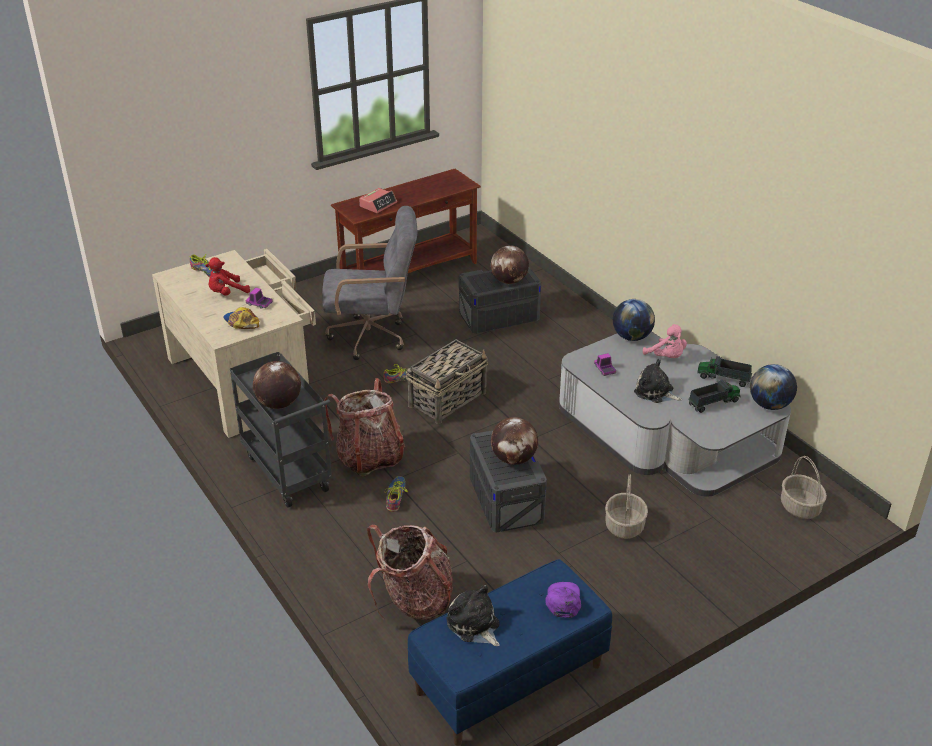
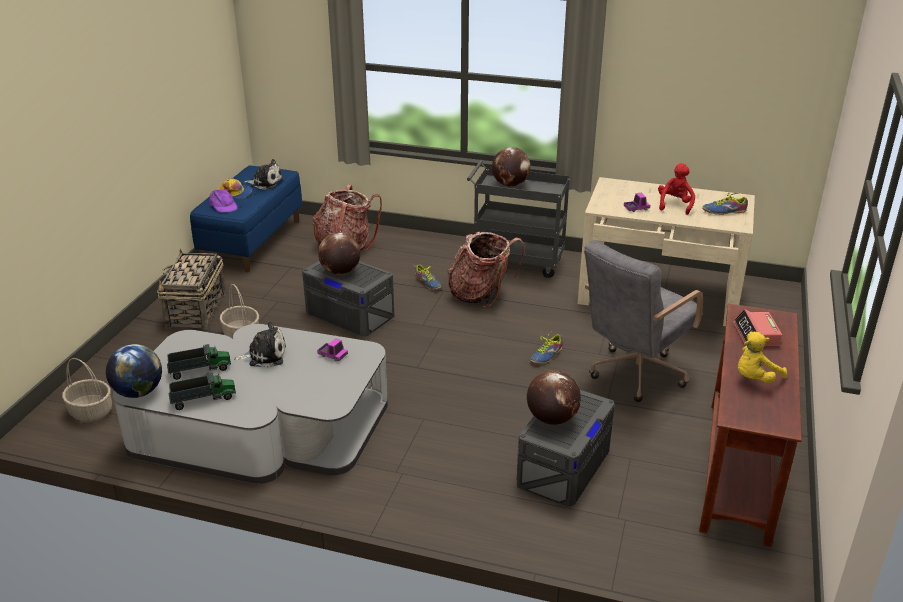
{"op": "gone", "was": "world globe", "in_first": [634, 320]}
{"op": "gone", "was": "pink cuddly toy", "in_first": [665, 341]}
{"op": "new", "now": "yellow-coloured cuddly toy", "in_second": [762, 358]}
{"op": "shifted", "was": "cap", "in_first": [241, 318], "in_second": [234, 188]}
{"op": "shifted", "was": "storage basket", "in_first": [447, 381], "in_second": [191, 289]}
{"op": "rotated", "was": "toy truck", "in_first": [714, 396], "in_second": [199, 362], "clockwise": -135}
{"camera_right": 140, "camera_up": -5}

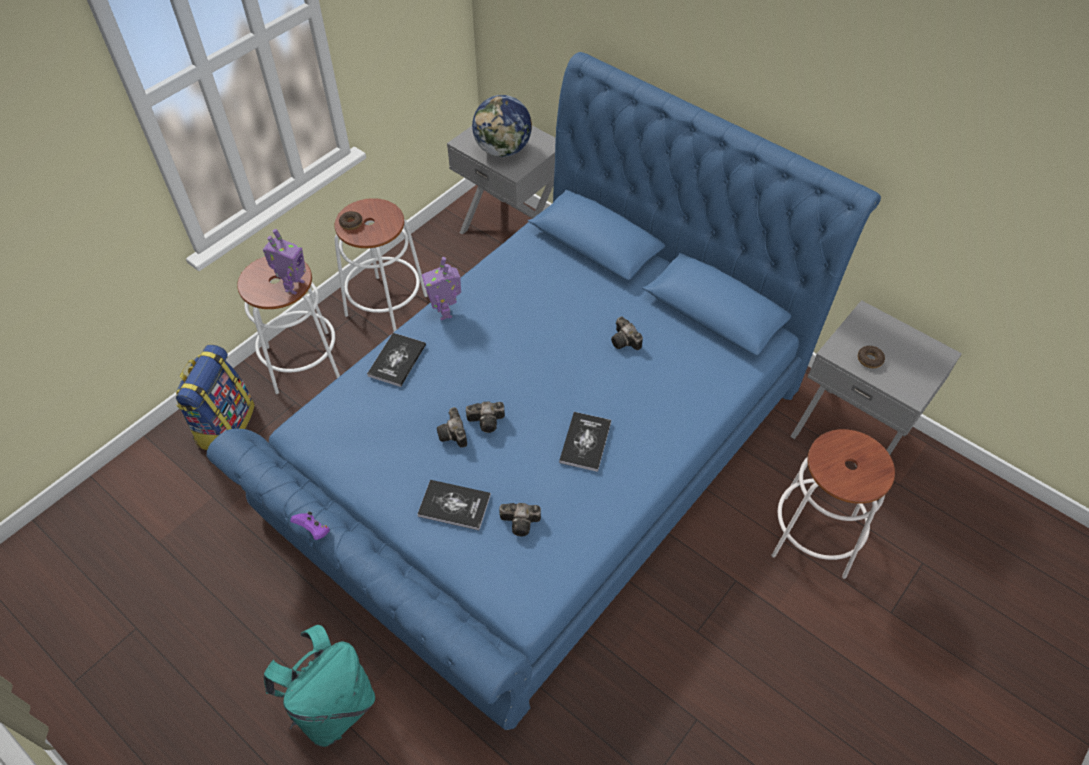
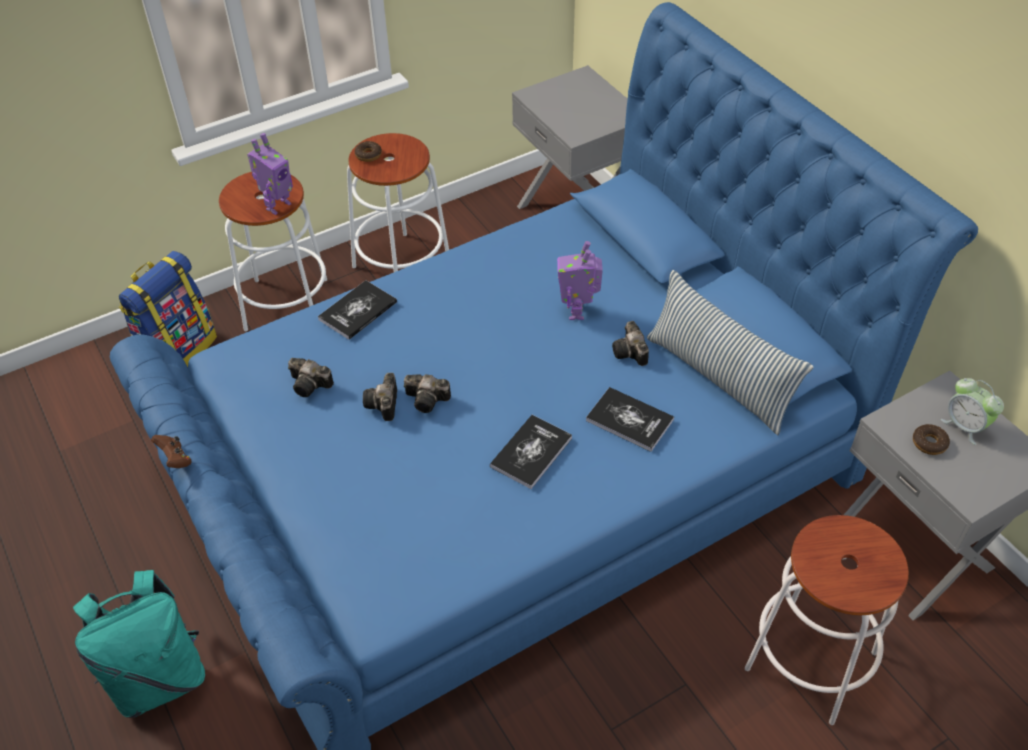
{"op": "gone", "was": "world globe", "in_first": [502, 126]}
{"op": "new", "now": "cushion", "in_second": [730, 352]}
{"op": "new", "now": "alarm clock", "in_second": [972, 411]}
{"op": "shifted", "was": "book", "in_first": [454, 505], "in_second": [630, 419]}
{"op": "shifted", "was": "toy robot", "in_first": [441, 288], "in_second": [580, 280]}
{"op": "shifted", "was": "photo camera", "in_first": [520, 520], "in_second": [311, 377]}
{"op": "repainted", "was": "purple joypad", "now": "brown joypad", "in_first": [310, 525], "in_second": [171, 451]}
{"camera_right": 20, "camera_up": -5}

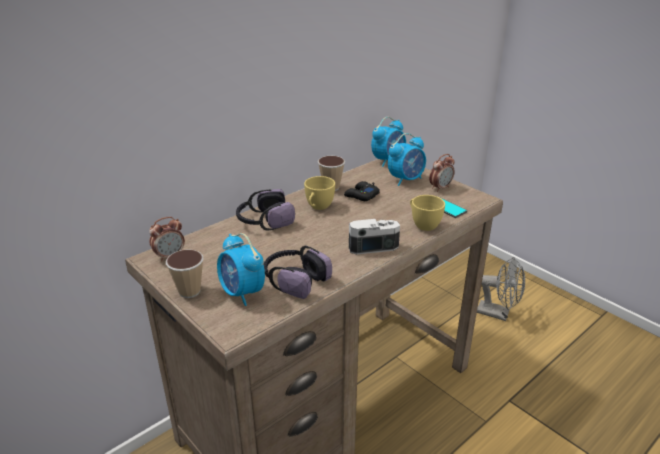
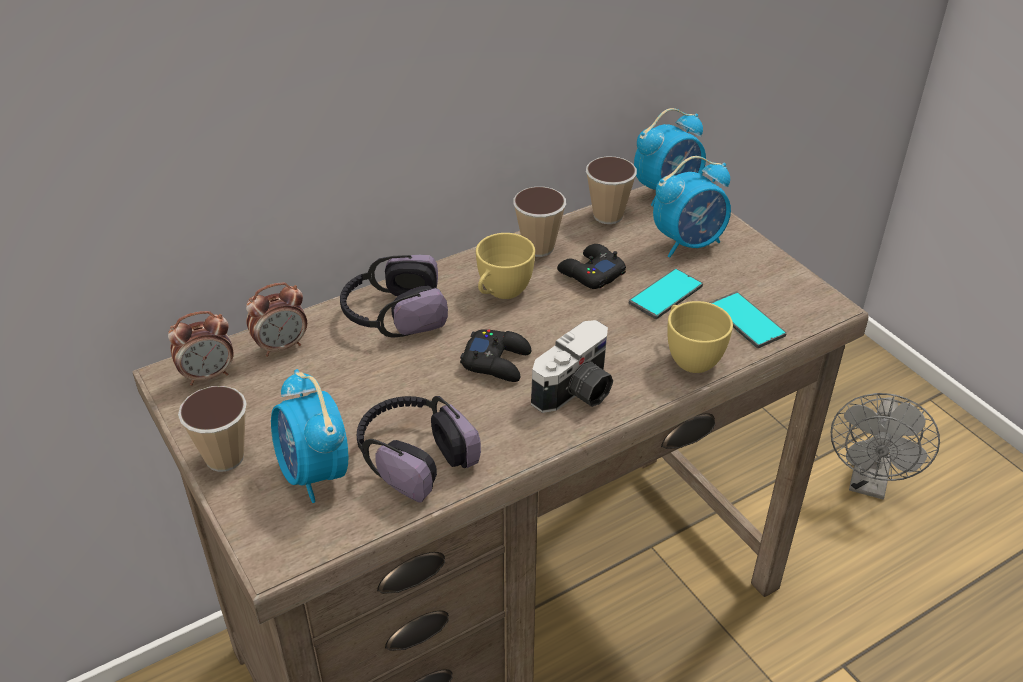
{"op": "new", "now": "black-coloured joypad", "in_second": [495, 355]}
{"op": "new", "now": "drinking cup", "in_second": [611, 190]}
{"op": "new", "now": "telephone", "in_second": [666, 293]}
{"op": "shifted", "was": "alarm clock", "in_first": [442, 173], "in_second": [276, 319]}
{"op": "rotated", "was": "photo camera", "in_first": [374, 236], "in_second": [572, 366], "clockwise": 135}
{"op": "rotated", "was": "gray cooling fan", "in_first": [501, 289], "in_second": [885, 446], "clockwise": 75}
{"camera_right": 10, "camera_up": 10}

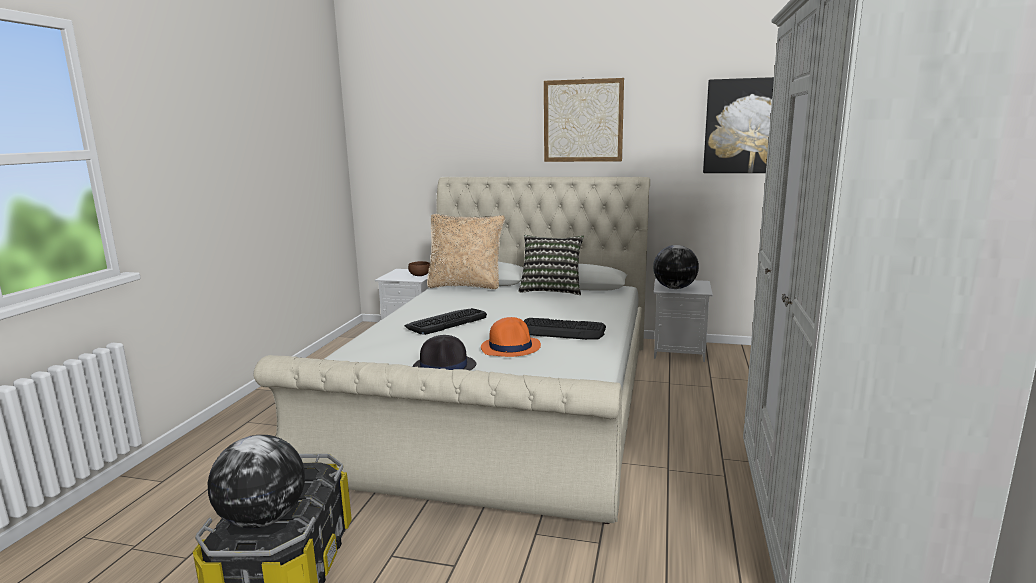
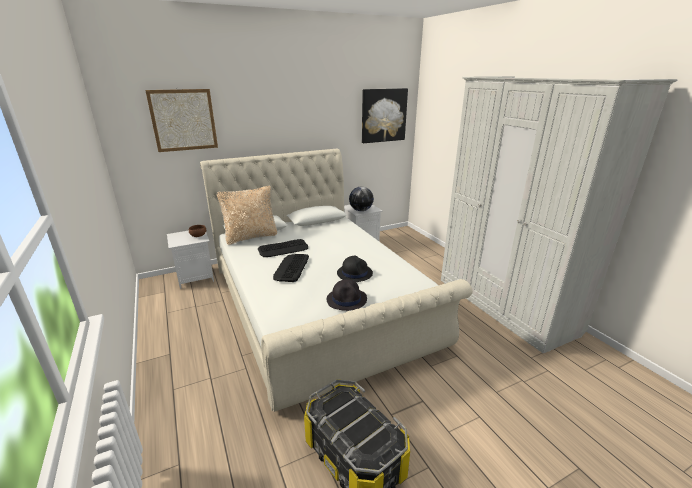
{"op": "gone", "was": "world globe", "in_first": [256, 482]}
{"op": "gone", "was": "cushion", "in_first": [551, 265]}
{"op": "shifted", "was": "PC keyboard", "in_first": [565, 329], "in_second": [283, 248]}
{"op": "shifted", "was": "wall art", "in_first": [584, 119], "in_second": [181, 120]}
{"op": "repainted", "was": "orange hat", "now": "black-coloured hat", "in_first": [511, 337], "in_second": [355, 269]}
{"camera_right": -40, "camera_up": 10}

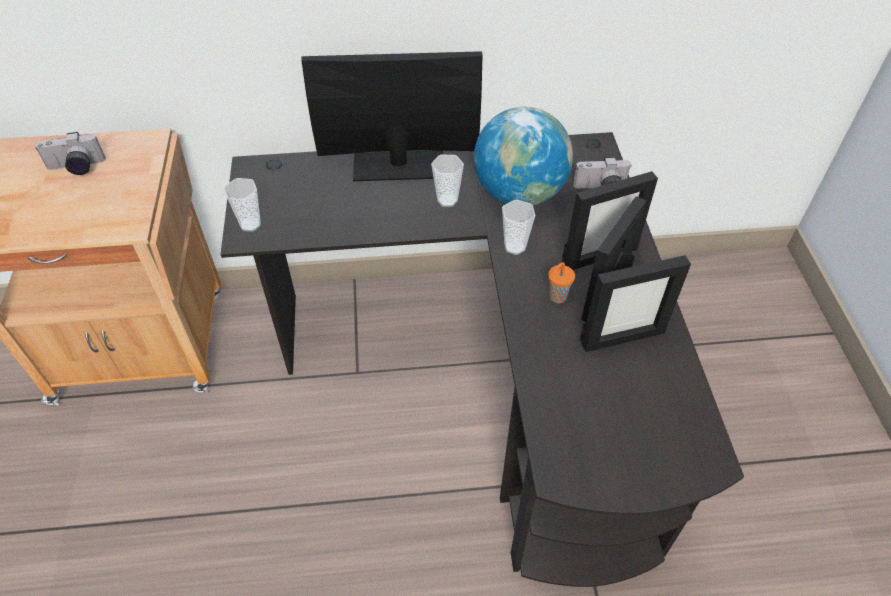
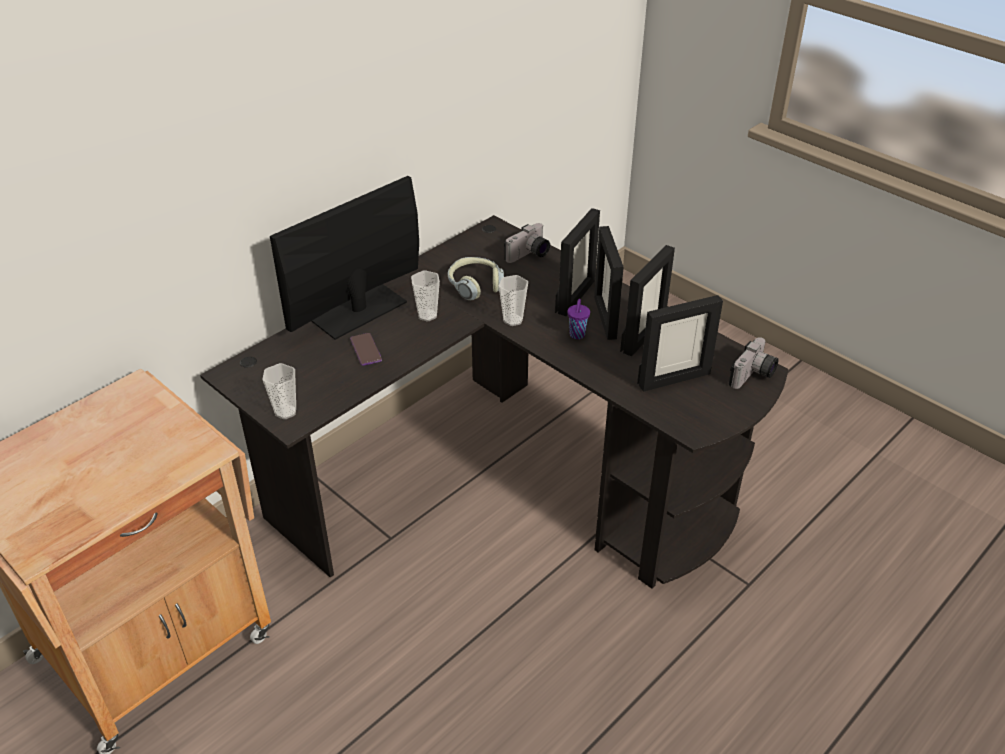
{"op": "new", "now": "telephone", "in_second": [366, 349]}
{"op": "new", "now": "photo frame", "in_second": [680, 343]}
{"op": "shifted", "was": "photo camera", "in_first": [70, 153], "in_second": [754, 363]}
{"op": "swapped", "was": "world globe", "now": "headset", "in_first": [523, 156], "in_second": [476, 278]}
{"op": "repainted", "was": "orange drinking cup", "now": "purple drinking cup", "in_first": [561, 283], "in_second": [578, 319]}
{"camera_right": -40, "camera_up": -10}

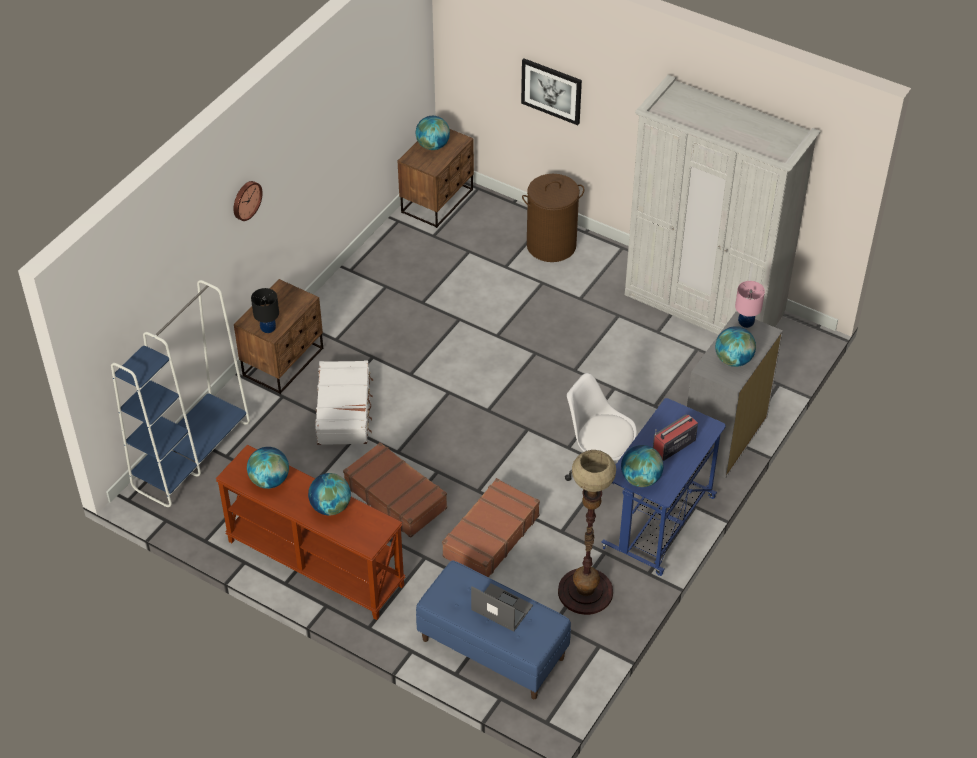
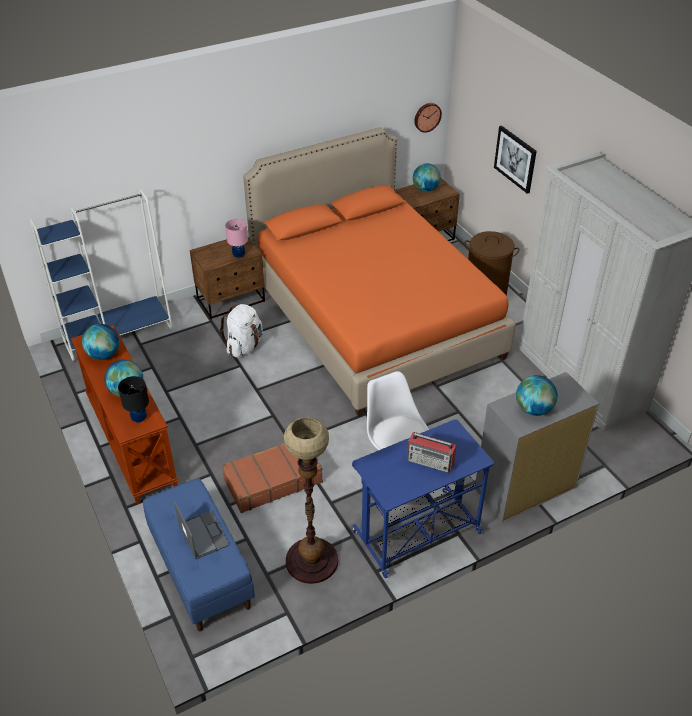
{"op": "gone", "was": "brown piece of luggage", "in_first": [395, 490]}
{"op": "gone", "was": "world globe", "in_first": [642, 466]}
{"op": "new", "now": "orange bedroom bed", "in_second": [379, 272]}
{"op": "shifted", "was": "hanging clock", "in_first": [248, 201], "in_second": [428, 118]}
{"op": "shifted", "was": "black-coloured lamp for a table", "in_first": [265, 310], "in_second": [133, 399]}
{"op": "shifted", "was": "pink lamp for a table", "in_first": [750, 304], "in_second": [236, 238]}
{"op": "swapped", "was": "whitish piece of luggage", "now": "whitish backpack", "in_first": [344, 402], "in_second": [241, 330]}
{"op": "rotated", "was": "radio set", "in_first": [675, 438], "in_second": [432, 452], "clockwise": -150}
{"camera_right": 30, "camera_up": -5}

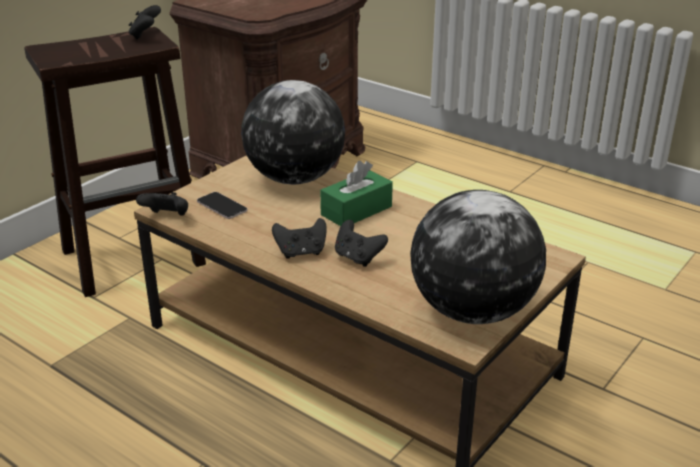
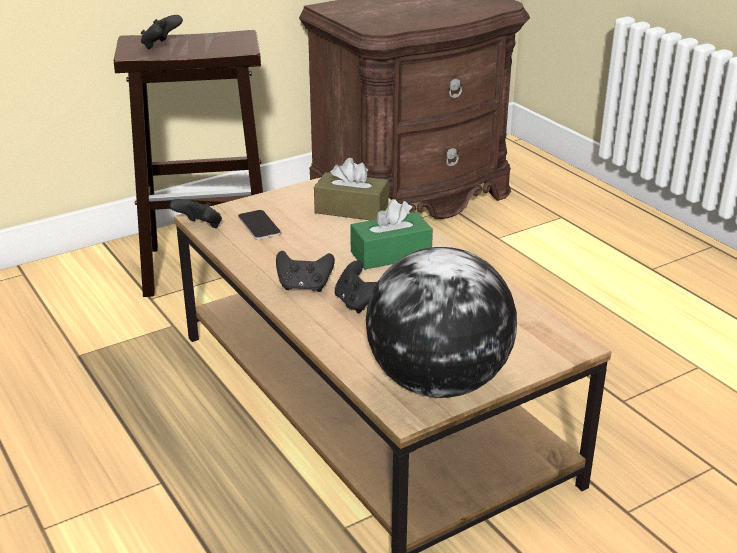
{"op": "shifted", "was": "black-coloured joypad", "in_first": [145, 22], "in_second": [162, 32]}
{"op": "swapped", "was": "world globe", "now": "brown tissue box", "in_first": [293, 132], "in_second": [351, 189]}
{"camera_right": 20, "camera_up": 0}

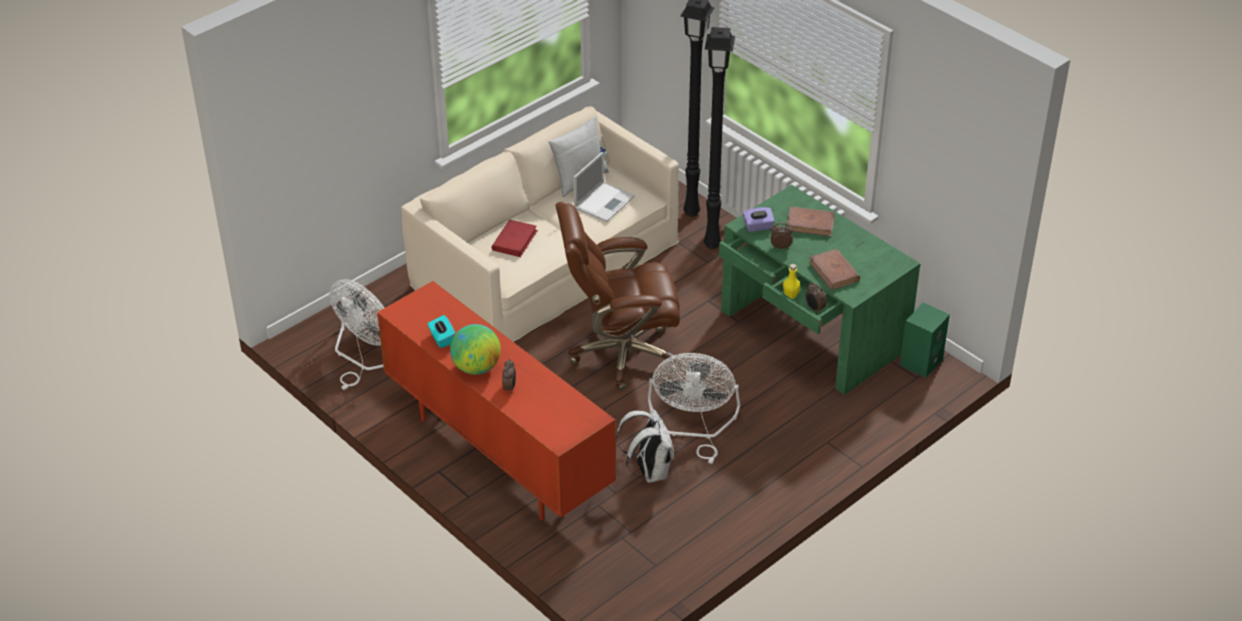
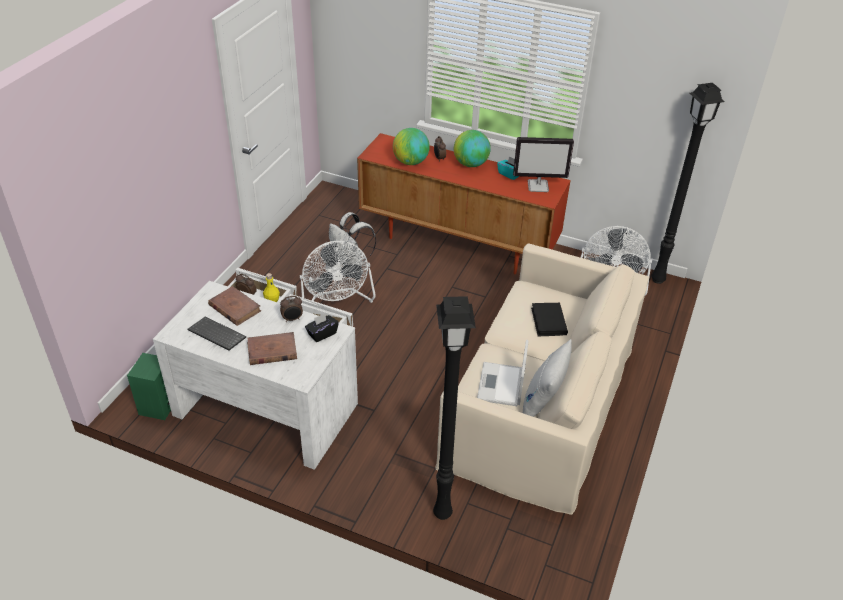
{"op": "gone", "was": "brown office chair", "in_first": [618, 296]}
{"op": "new", "now": "PC keyboard", "in_second": [217, 333]}
{"op": "new", "now": "world globe", "in_second": [411, 146]}
{"op": "new", "now": "monitor", "in_second": [543, 164]}
{"op": "shifted", "was": "black-coloured floor lamp", "in_first": [719, 138], "in_second": [688, 183]}
{"op": "repainted", "was": "red book", "now": "black-coloured book", "in_first": [514, 238], "in_second": [549, 319]}
{"op": "repainted", "was": "green-coloured desk table", "now": "whitish desk table", "in_first": [820, 290], "in_second": [255, 369]}
{"op": "repainted", "was": "purple tissue box", "now": "black-coloured tissue box", "in_first": [758, 219], "in_second": [322, 328]}
{"camera_right": 155, "camera_up": 0}

